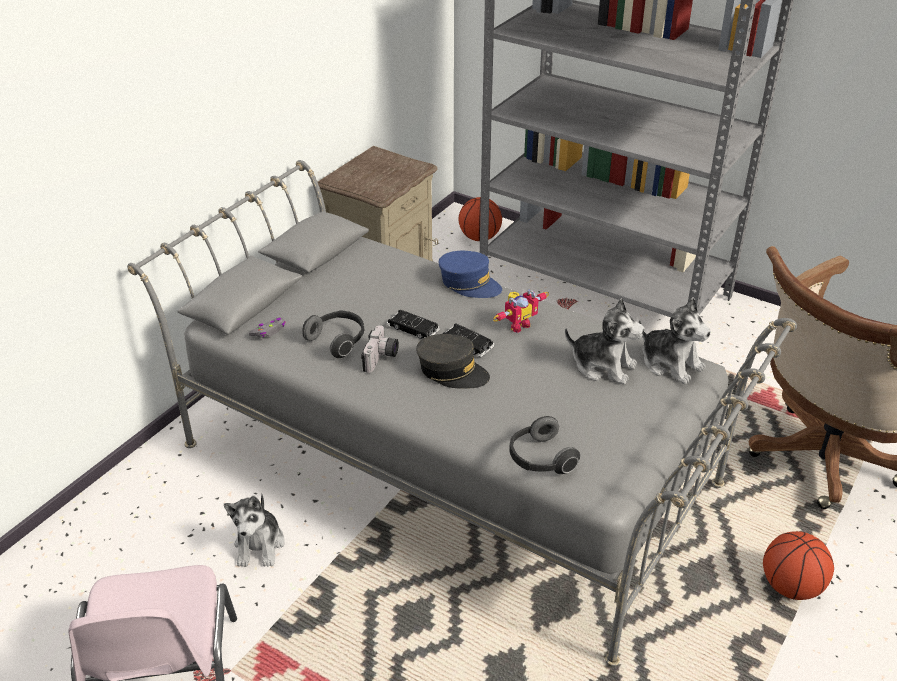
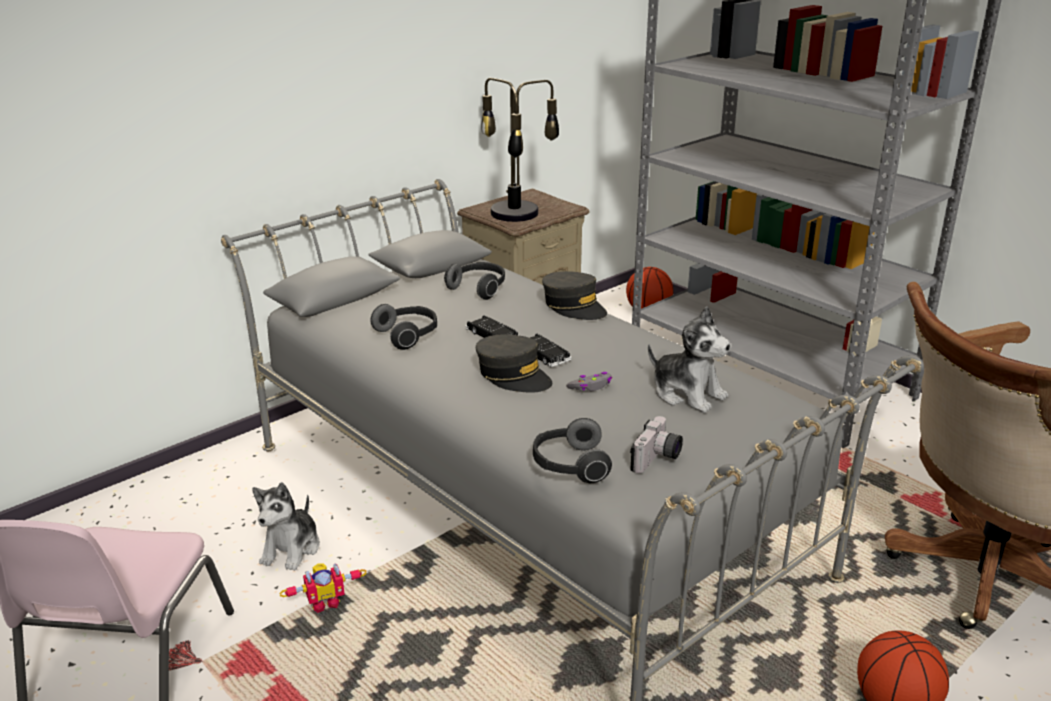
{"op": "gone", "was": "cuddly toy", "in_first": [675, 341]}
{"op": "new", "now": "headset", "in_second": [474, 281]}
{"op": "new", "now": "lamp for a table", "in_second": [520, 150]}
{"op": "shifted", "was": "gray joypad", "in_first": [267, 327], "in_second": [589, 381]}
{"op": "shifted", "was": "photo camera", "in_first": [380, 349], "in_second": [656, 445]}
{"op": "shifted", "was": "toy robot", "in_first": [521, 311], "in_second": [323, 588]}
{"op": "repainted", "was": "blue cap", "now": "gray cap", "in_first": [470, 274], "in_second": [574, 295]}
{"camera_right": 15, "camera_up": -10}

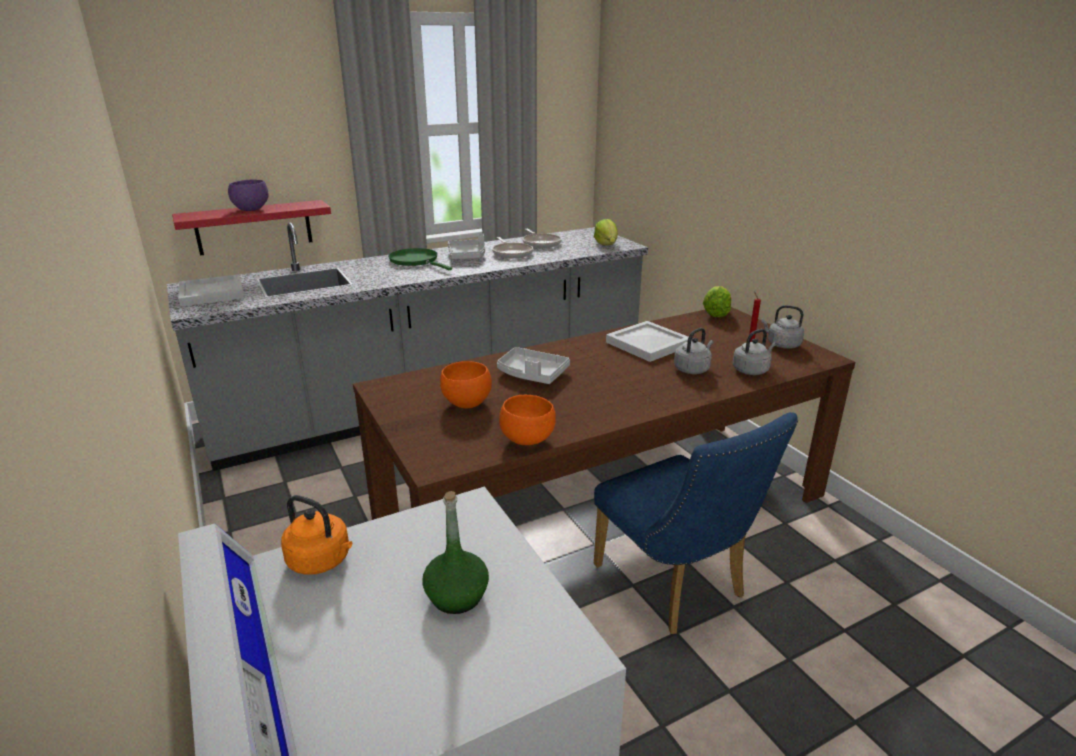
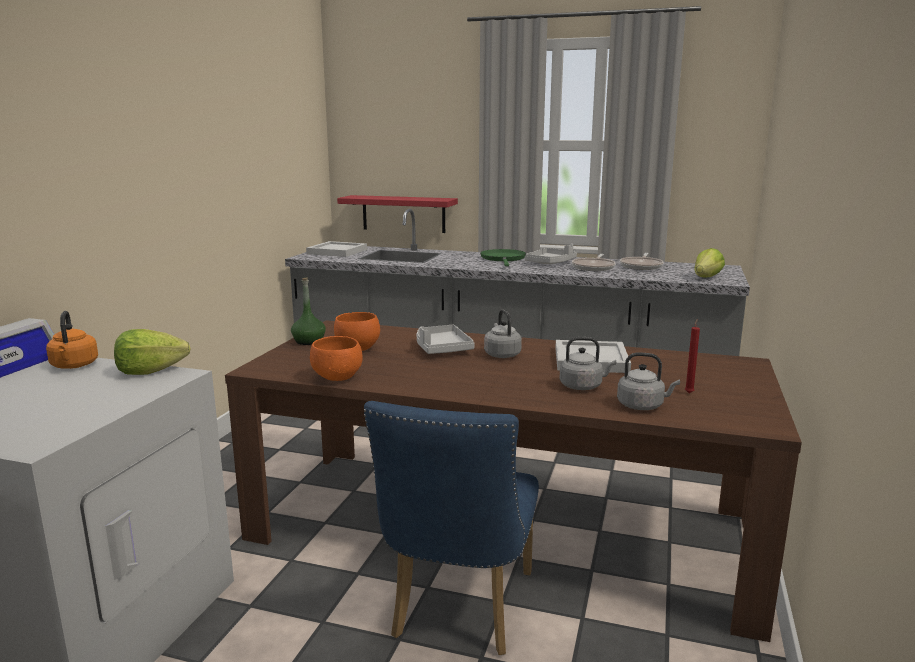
{"op": "gone", "was": "purple bowl", "in_first": [248, 195]}
{"op": "shifted", "was": "green-coloured drink bottle", "in_first": [455, 552], "in_second": [308, 311]}
{"op": "shifted", "was": "head of lettuce", "in_first": [717, 301], "in_second": [152, 352]}
{"op": "shifted", "was": "gray tea kettle", "in_first": [782, 327], "in_second": [503, 334]}
{"camera_right": 45, "camera_up": -10}

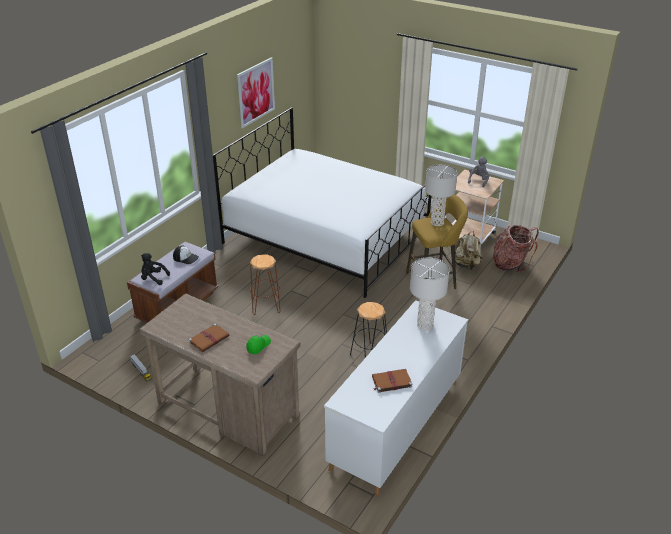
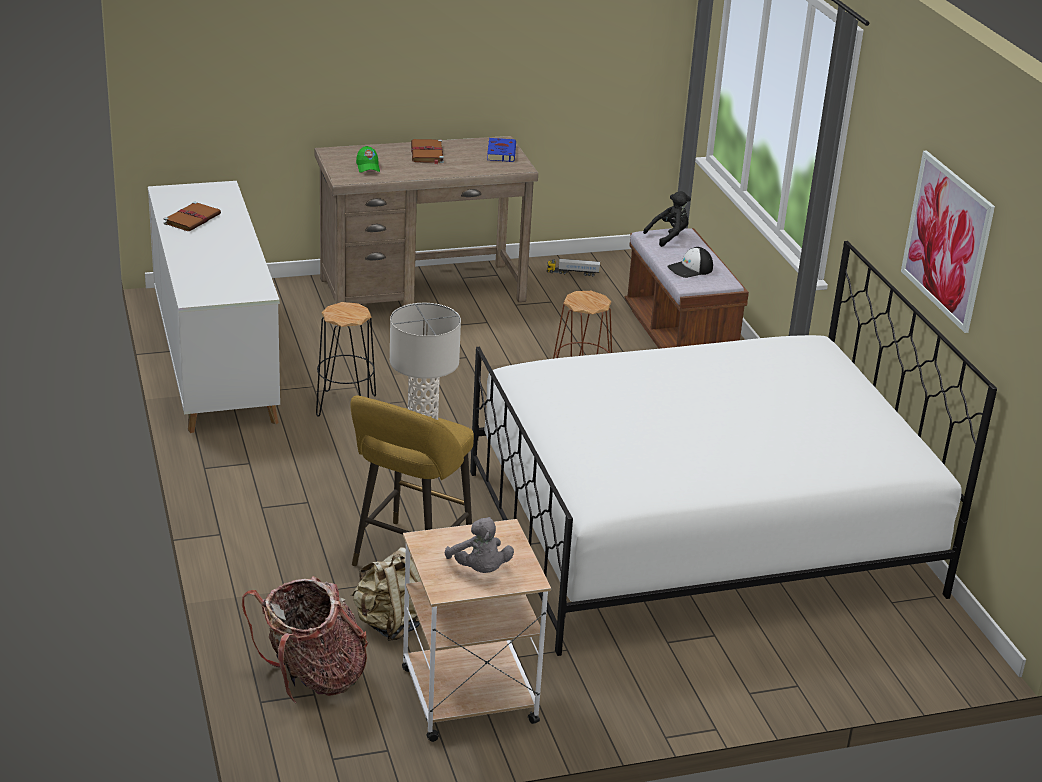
{"op": "gone", "was": "whitish lamp for a table", "in_first": [430, 294]}
{"op": "new", "now": "blue book", "in_second": [501, 150]}
{"camera_right": 130, "camera_up": -5}

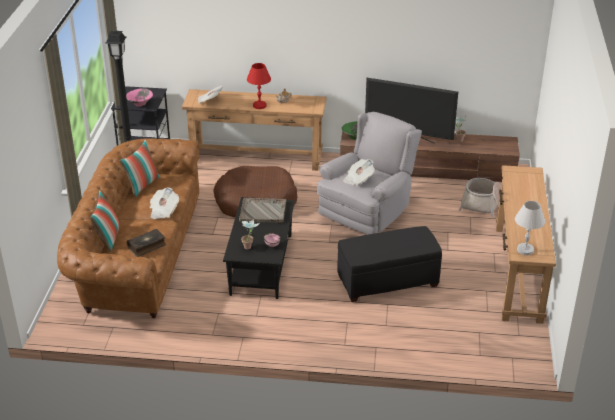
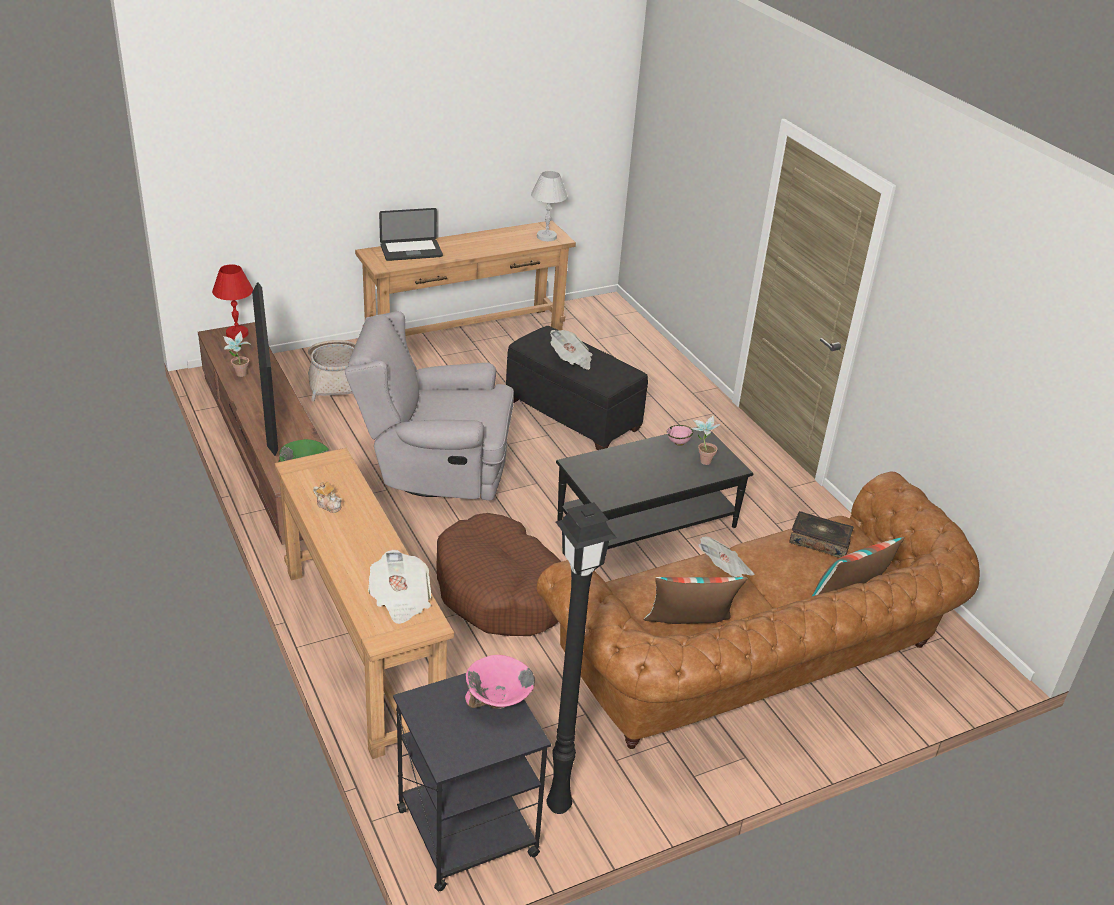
{"op": "gone", "was": "gray carrying tray", "in_first": [262, 210]}
{"op": "new", "now": "portable computer", "in_second": [411, 234]}
{"op": "shifted", "was": "red lamp for a table", "in_first": [259, 86], "in_second": [232, 301]}
{"op": "shifted", "was": "printed paper", "in_first": [359, 172], "in_second": [571, 350]}
{"camera_right": -125, "camera_up": 0}

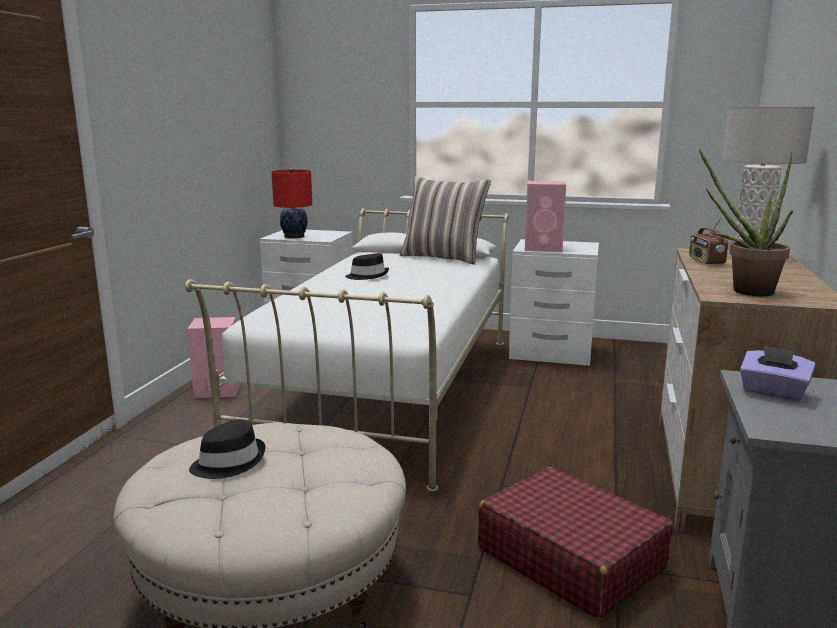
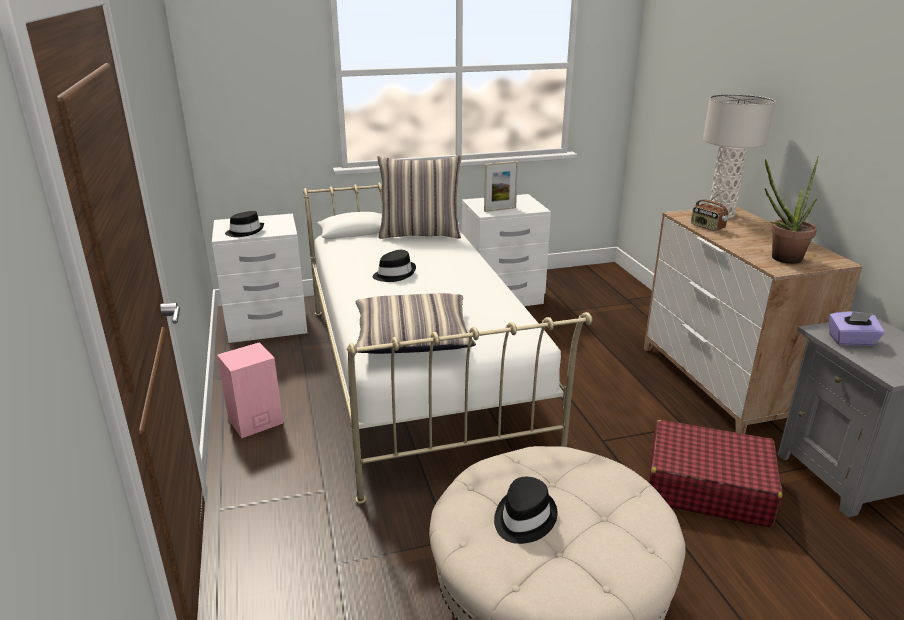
{"op": "new", "now": "cushion", "in_second": [415, 323]}
{"op": "swapped", "was": "red lamp for a table", "now": "black-coloured hat", "in_first": [292, 203], "in_second": [244, 224]}
{"op": "swapped", "was": "pink speaker", "now": "photo frame", "in_first": [545, 216], "in_second": [501, 186]}
{"camera_right": -30, "camera_up": 10}

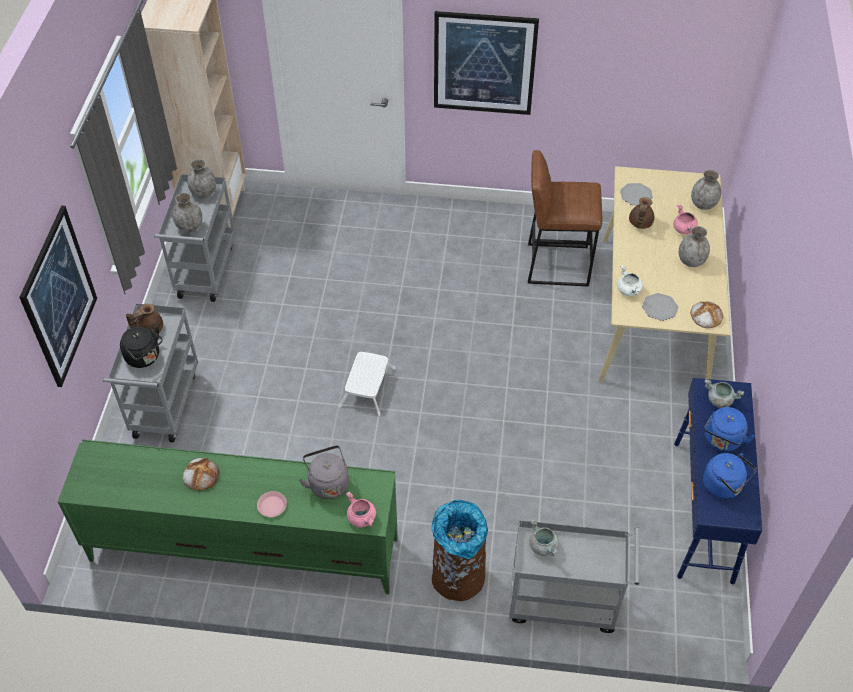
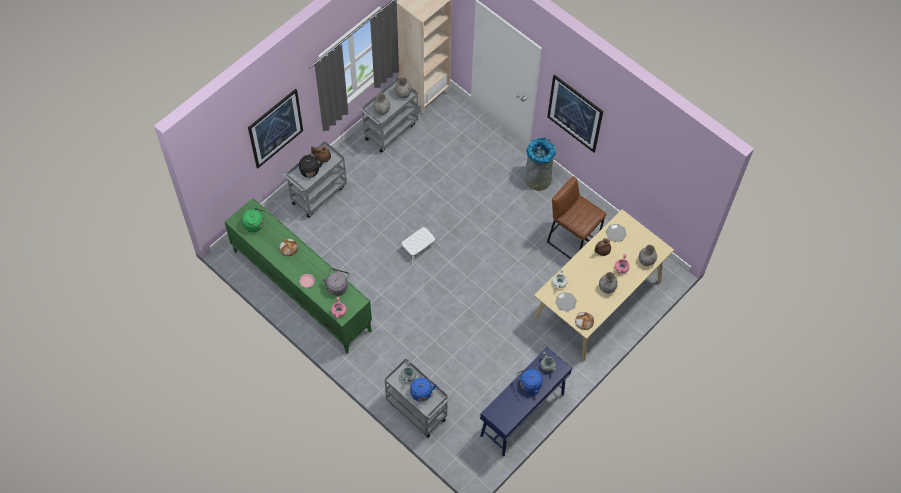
{"op": "gone", "was": "brown trash can", "in_first": [460, 550]}
{"op": "new", "now": "green-coloured tea kettle", "in_second": [254, 219]}
{"op": "new", "now": "gray trash can", "in_second": [540, 164]}
{"op": "shifted", "was": "blue tea kettle", "in_first": [730, 476], "in_second": [423, 390]}
{"camera_right": 35, "camera_up": 10}

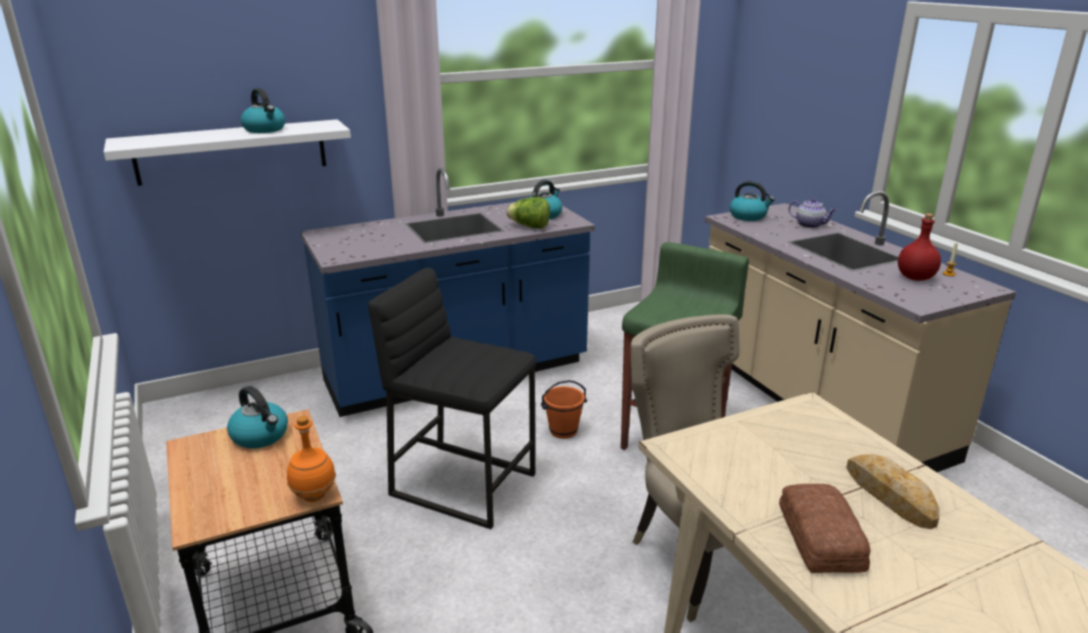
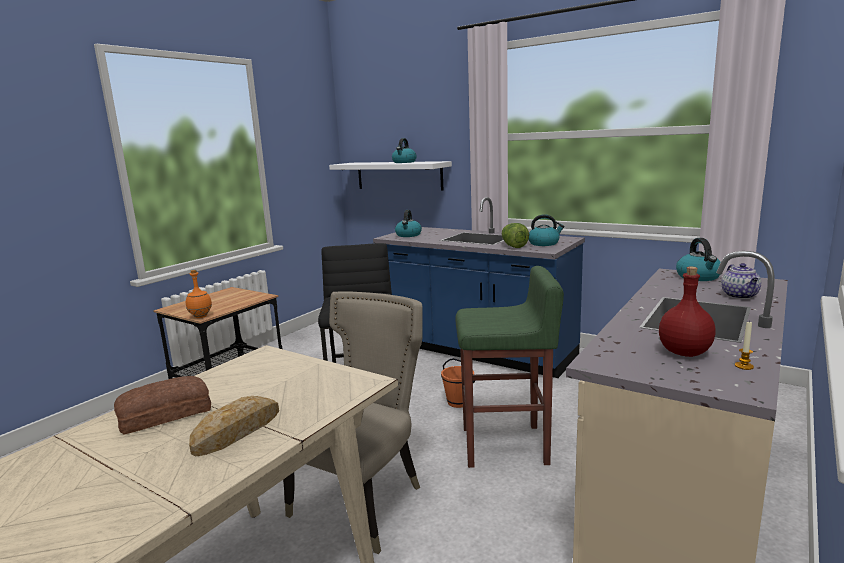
{"op": "shifted", "was": "tea kettle", "in_first": [257, 417], "in_second": [408, 223]}
{"camera_right": 60, "camera_up": -10}

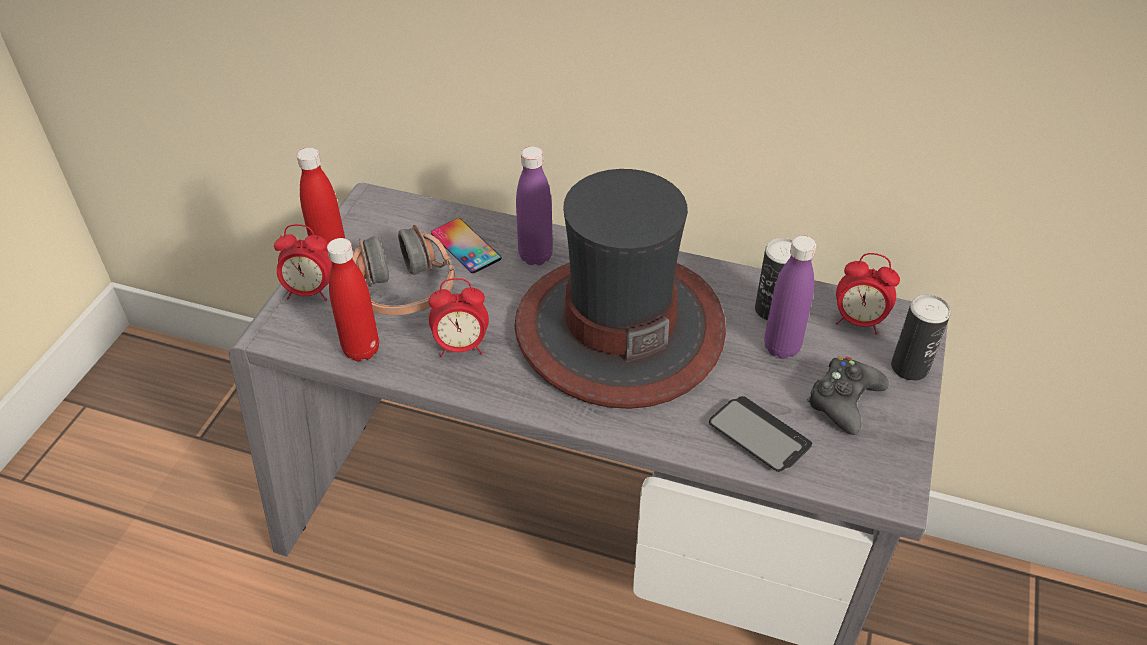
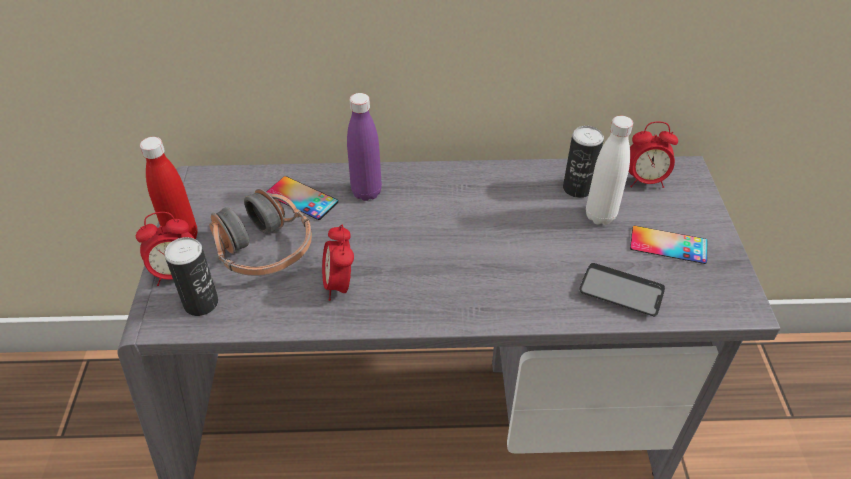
{"op": "gone", "was": "red drink bottle", "in_first": [353, 299]}
{"op": "gone", "was": "hat", "in_first": [620, 289]}
{"op": "shifted", "was": "can", "in_first": [921, 338], "in_second": [191, 276]}
{"op": "swapped", "was": "black-coloured joypad", "now": "telephone", "in_first": [848, 396], "in_second": [668, 245]}
{"op": "repainted", "was": "purple drink bottle", "now": "whitish drink bottle", "in_first": [790, 297], "in_second": [609, 170]}
{"op": "rotated", "was": "alarm clock", "in_first": [458, 317], "in_second": [338, 263], "clockwise": 105}
{"camera_right": -20, "camera_up": 0}

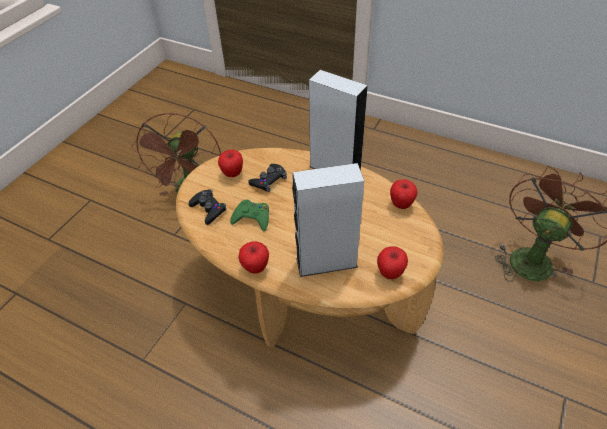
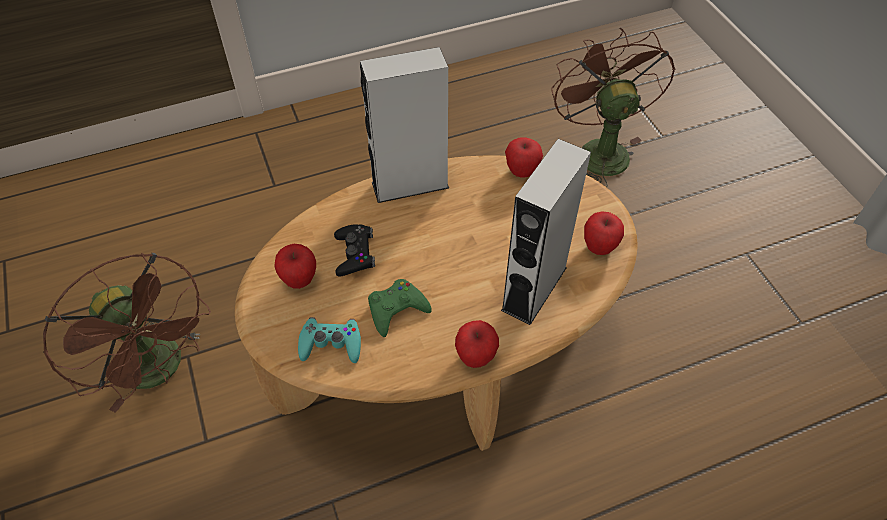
{"op": "repainted", "was": "black-coloured joypad", "now": "blue-green joypad", "in_first": [207, 207], "in_second": [329, 340]}
{"camera_right": -50, "camera_up": 5}

